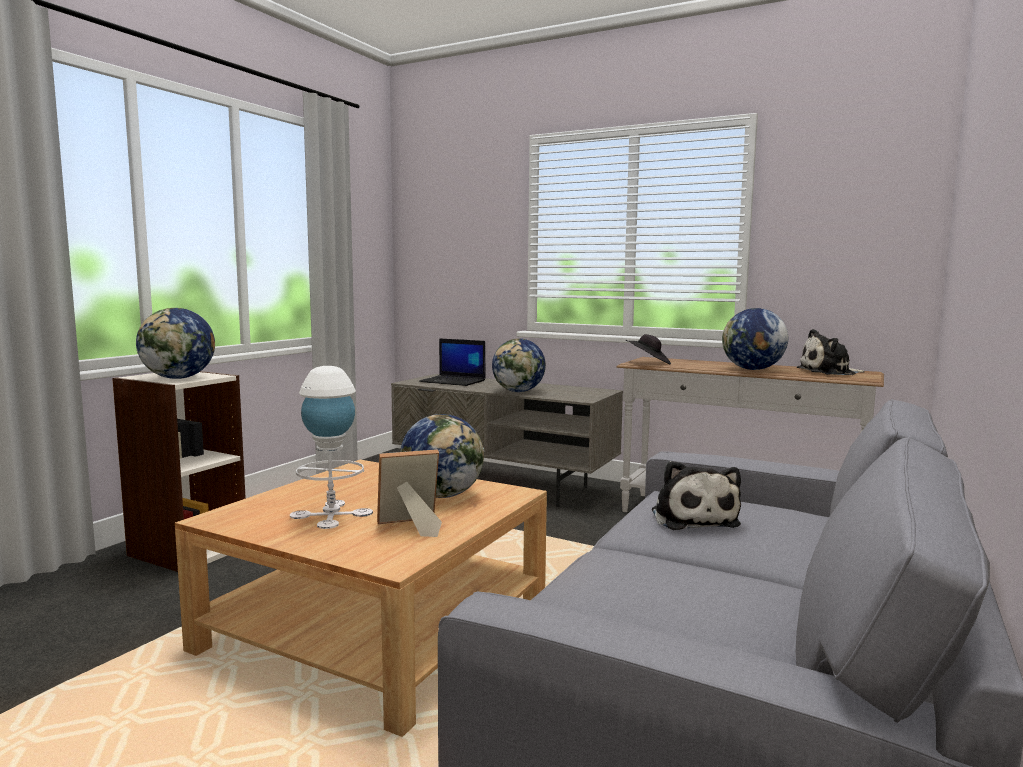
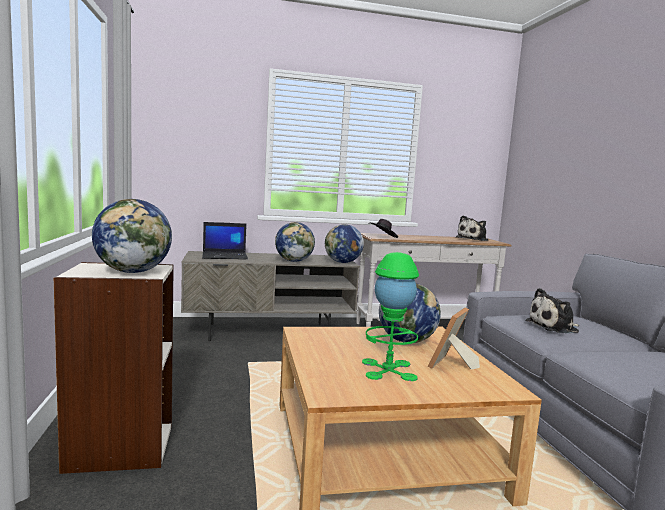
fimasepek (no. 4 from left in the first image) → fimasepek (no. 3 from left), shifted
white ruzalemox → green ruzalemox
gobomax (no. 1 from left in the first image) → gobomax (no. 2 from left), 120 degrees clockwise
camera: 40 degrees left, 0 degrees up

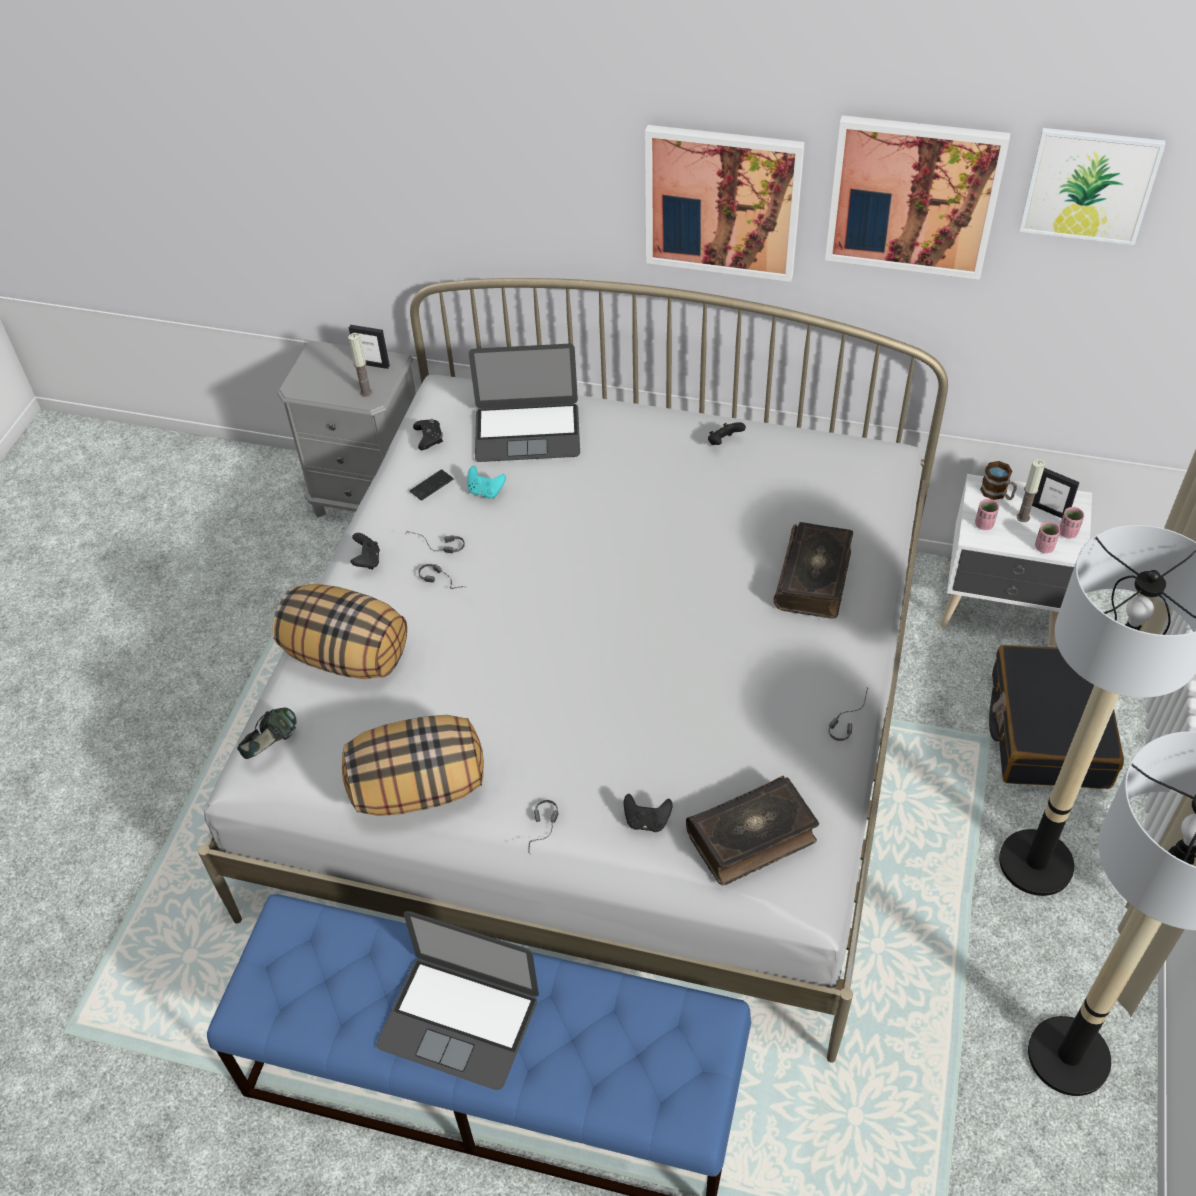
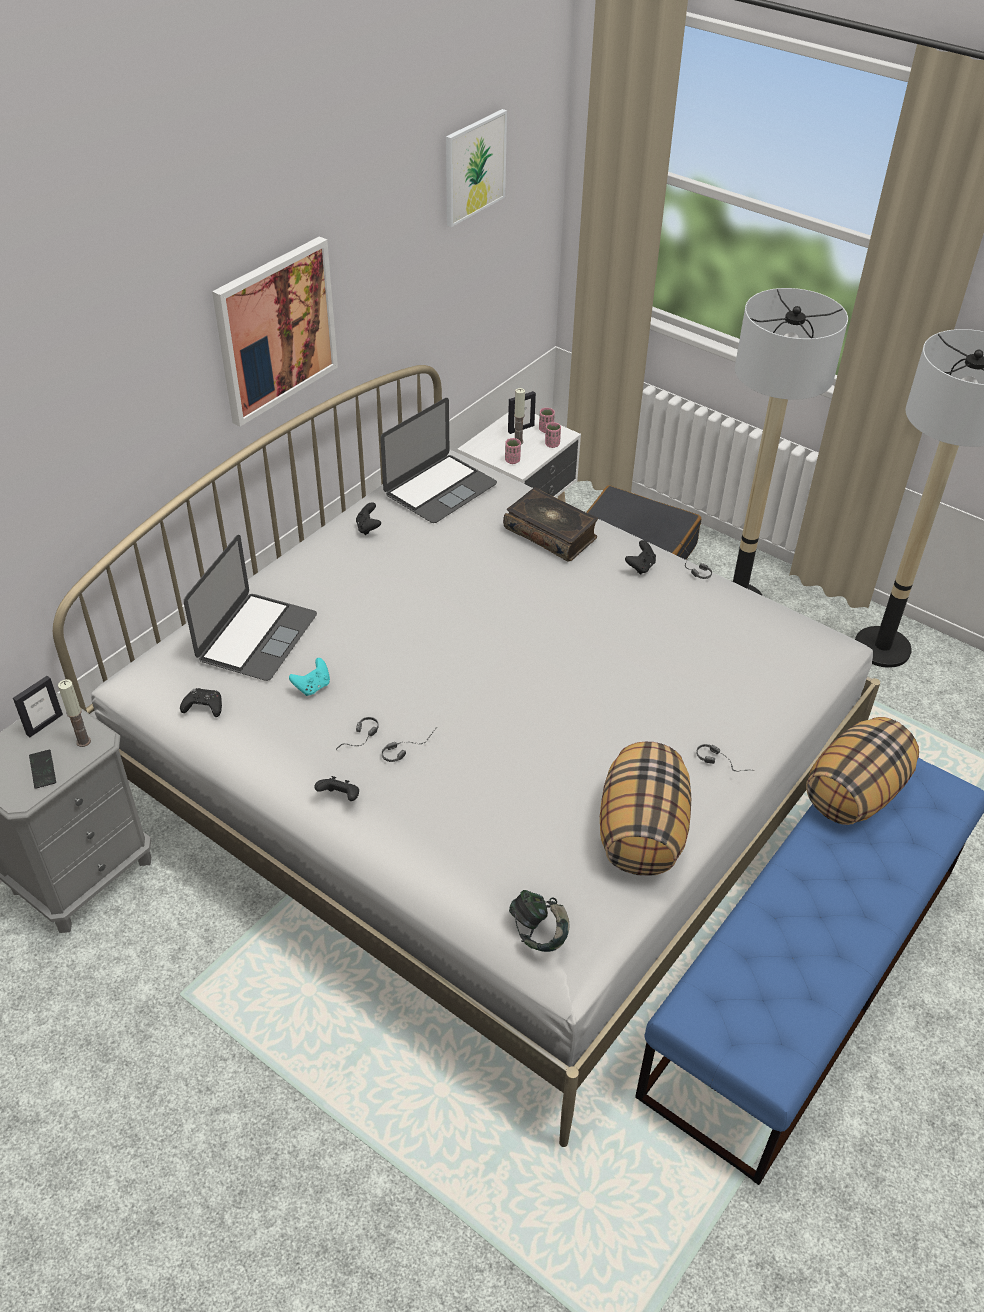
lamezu, shifted
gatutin (no. 1 from left in the first image) → gatutin (no. 2 from left), shifted
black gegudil (no. 3 from left in the first image) → black gegudil (no. 4 from left), shifted
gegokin (no. 1 from left in the first image) → gegokin (no. 2 from left), shifted
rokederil (no. 1 from left) → -
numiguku (no. 2 from left) → -
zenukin → -
camera: 70 degrees left, 5 degrees down

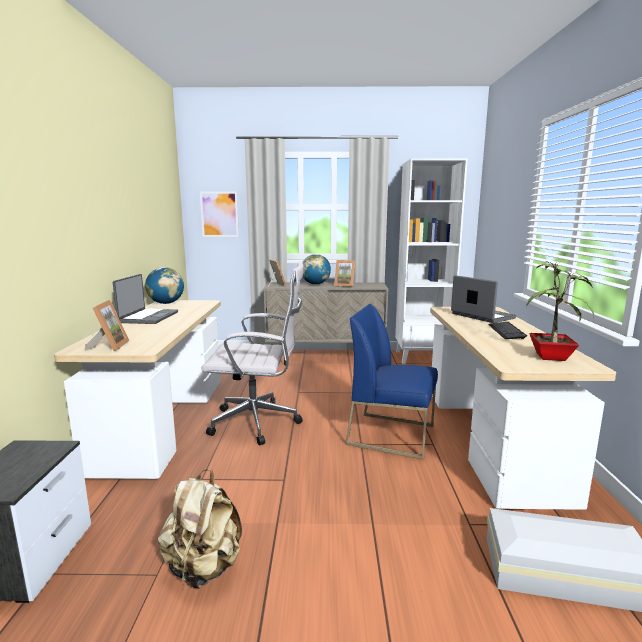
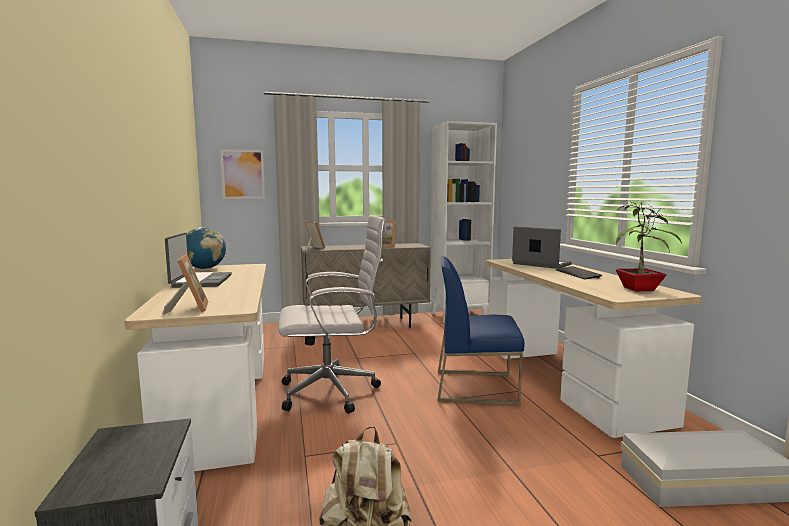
fimasepek (no. 2 from left) → -
camera: 15 degrees left, 5 degrees down

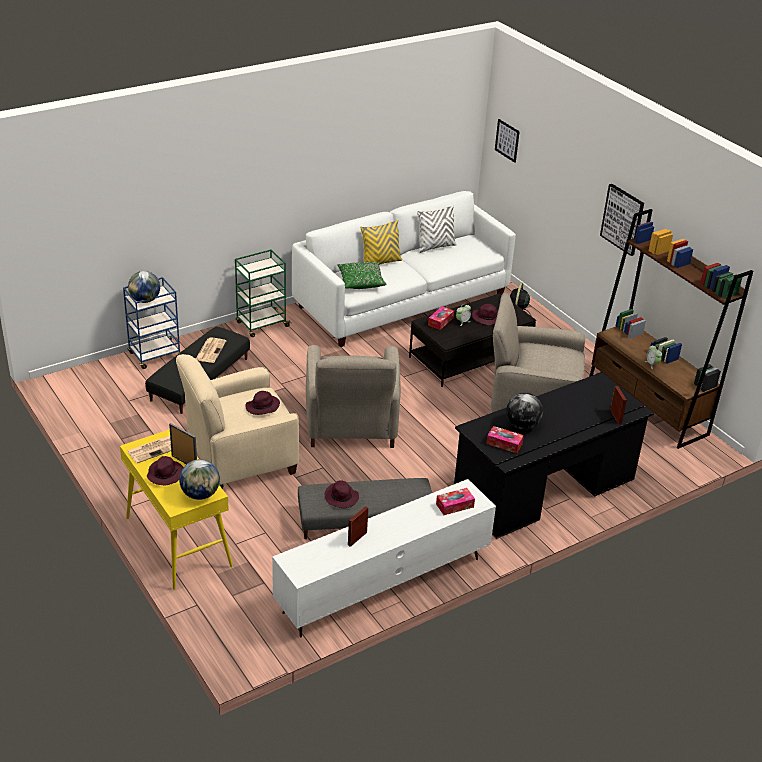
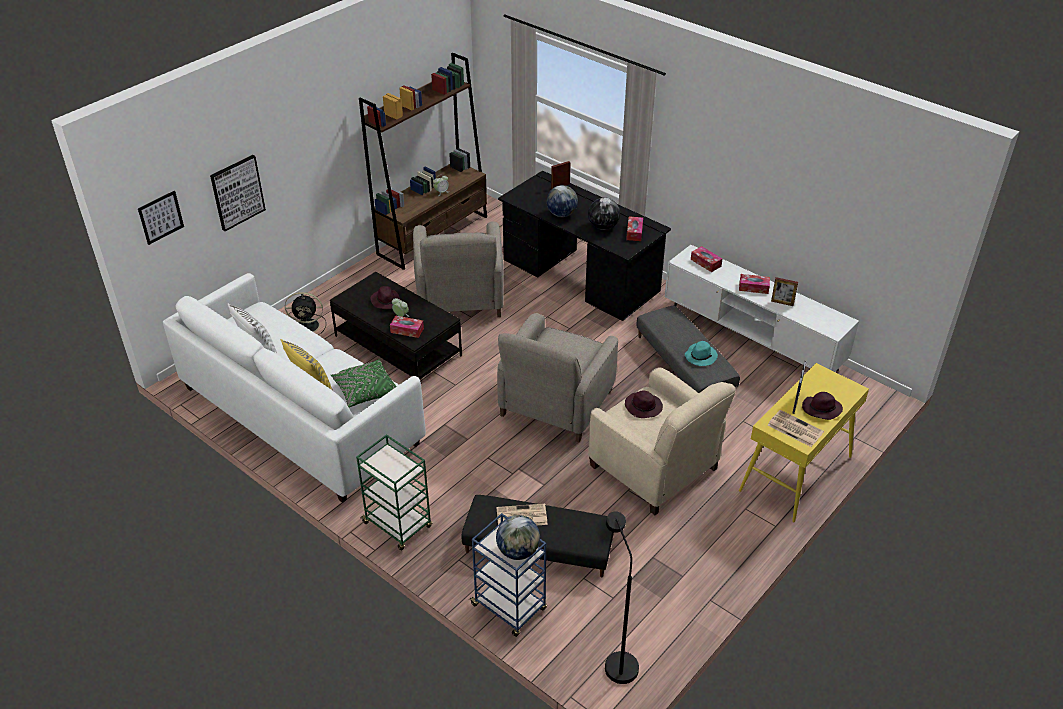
numiguku (no. 2 from left), shifted
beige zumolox (no. 2 from left), 135 degrees clockwise
fimasepek (no. 2 from left), shifted
- → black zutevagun
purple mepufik (no. 3 from left) → turquoise mepufik
- → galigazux (no. 4 from left)
camera: 105 degrees left, 5 degrees up

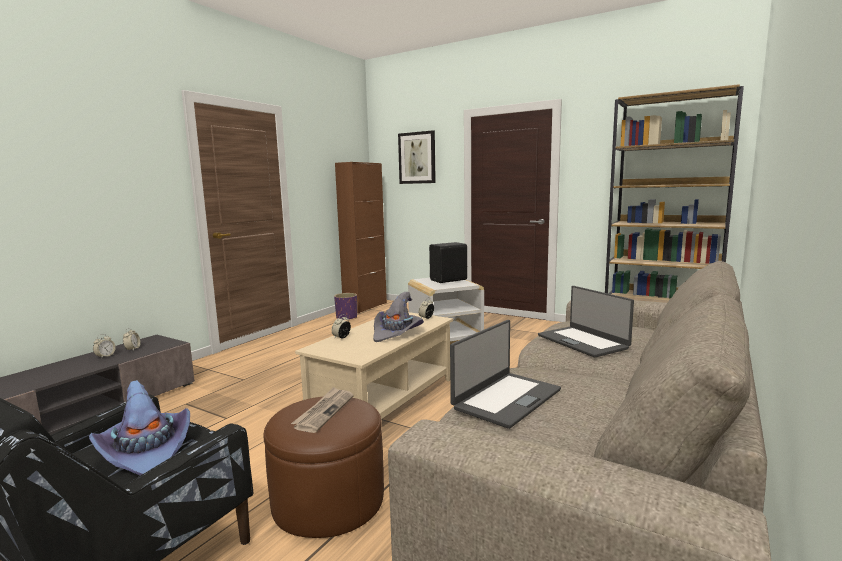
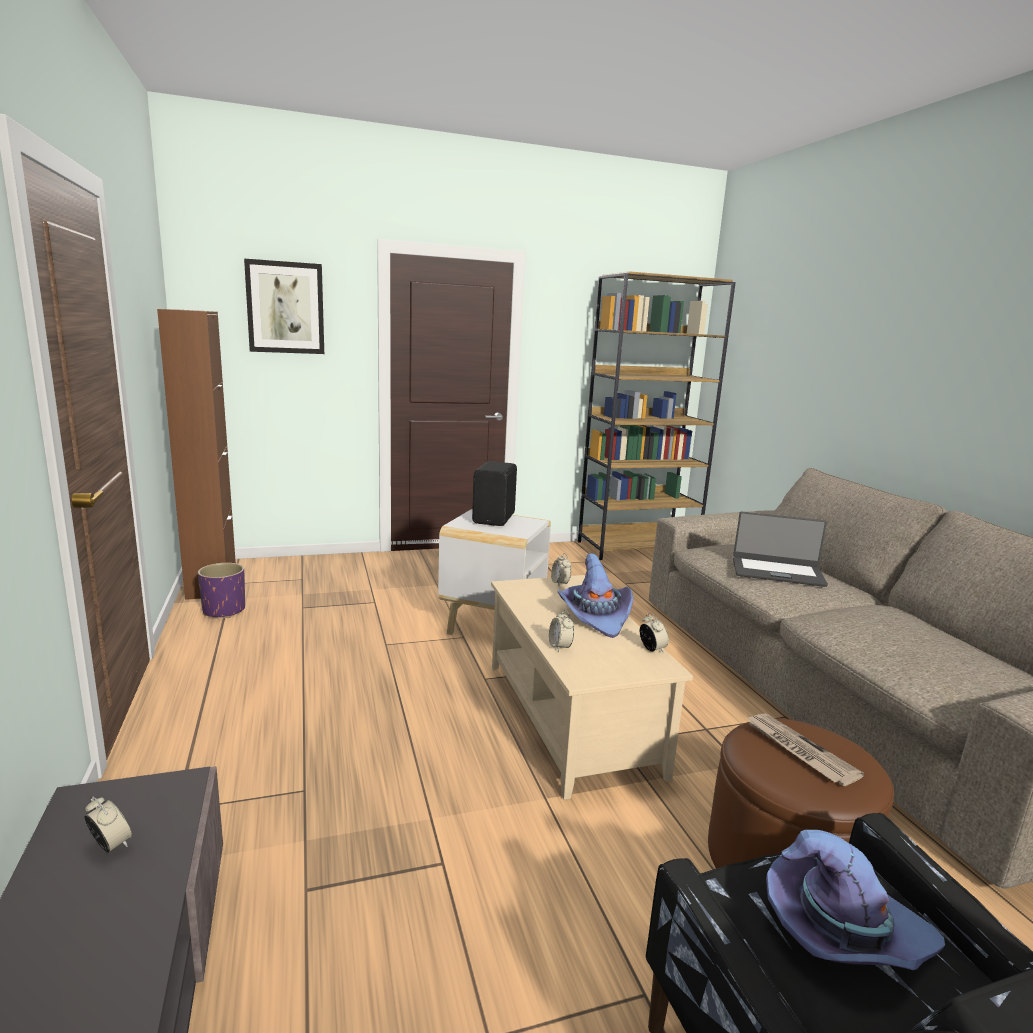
grey mepufik → purple mepufik (no. 1 from left)
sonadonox (no. 1 from left in the first image) → sonadonox (no. 4 from left), shifted
gatutin (no. 1 from left) → -
camera: 50 degrees left, 5 degrees up

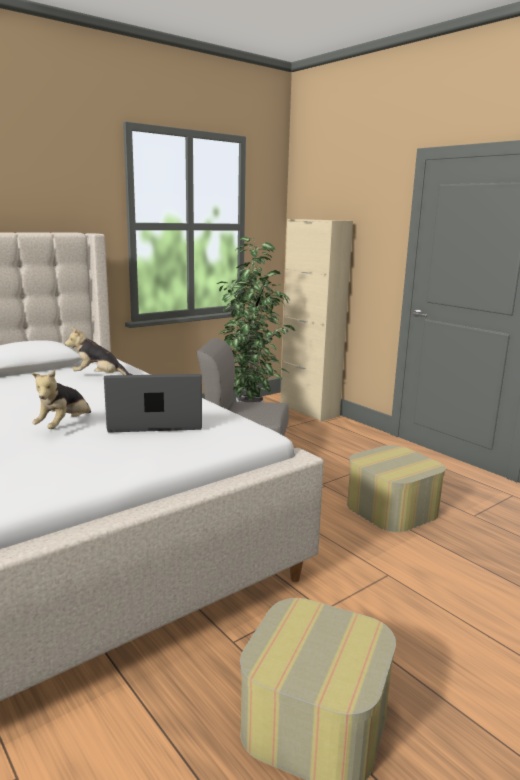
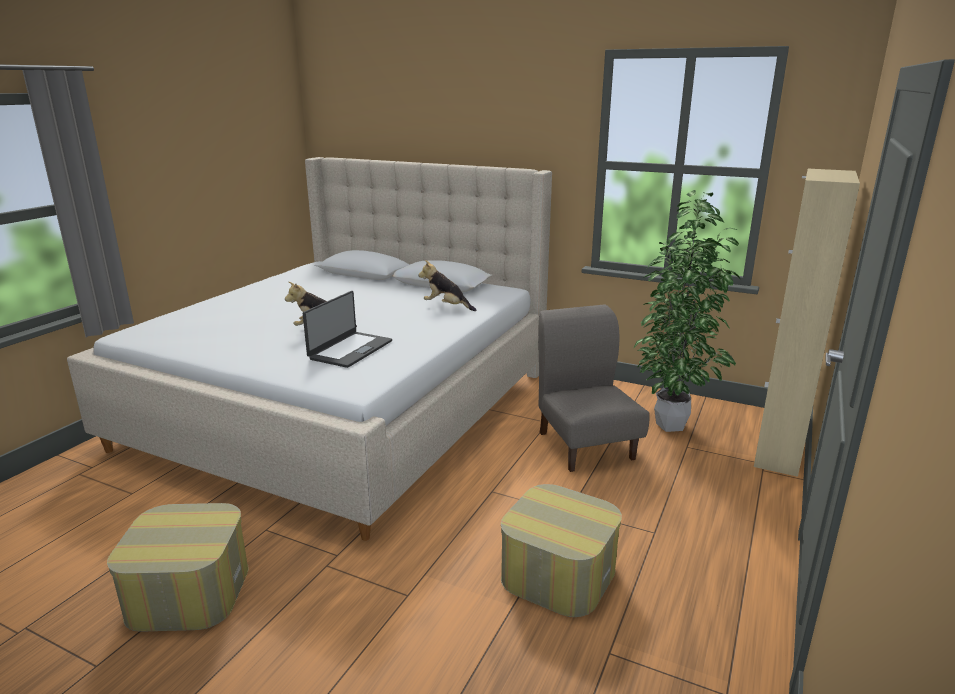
gatutin, 60 degrees clockwise
gobomax (no. 2 from left), 45 degrees counterclockwise
camera: 65 degrees right, 5 degrees up

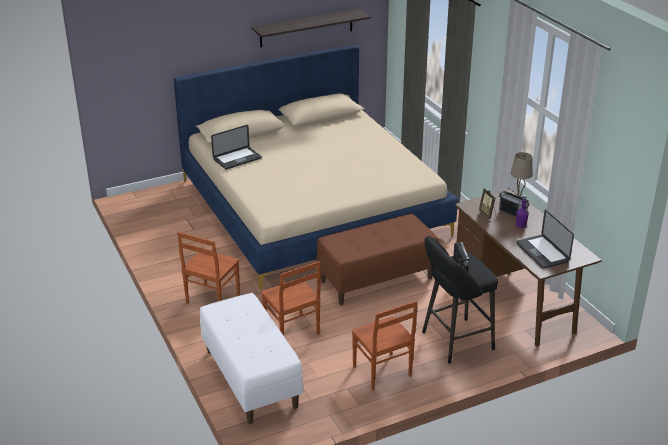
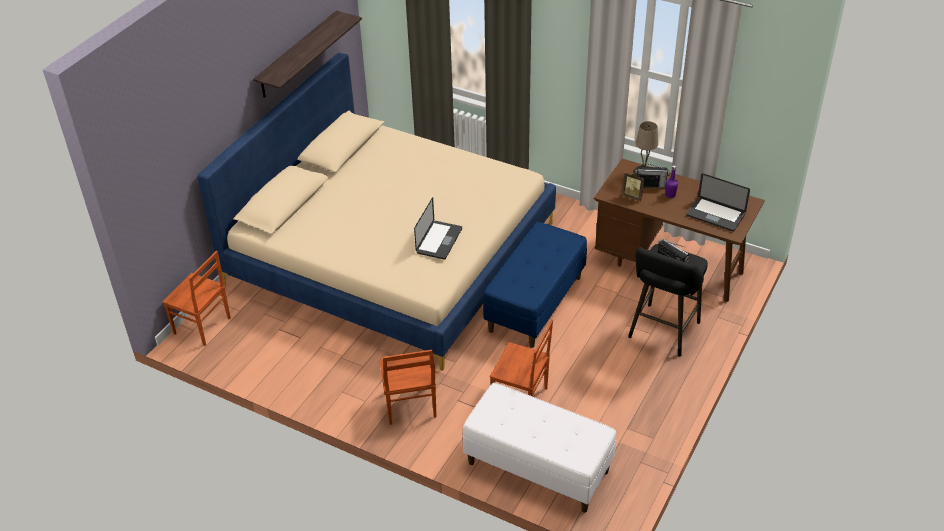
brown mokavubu (no. 3 from left in the first image) → brown mokavubu (no. 1 from left), shifted
gatutin (no. 1 from left), shifted
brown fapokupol → blue fapokupol
camera: 35 degrees left, 10 degrees up

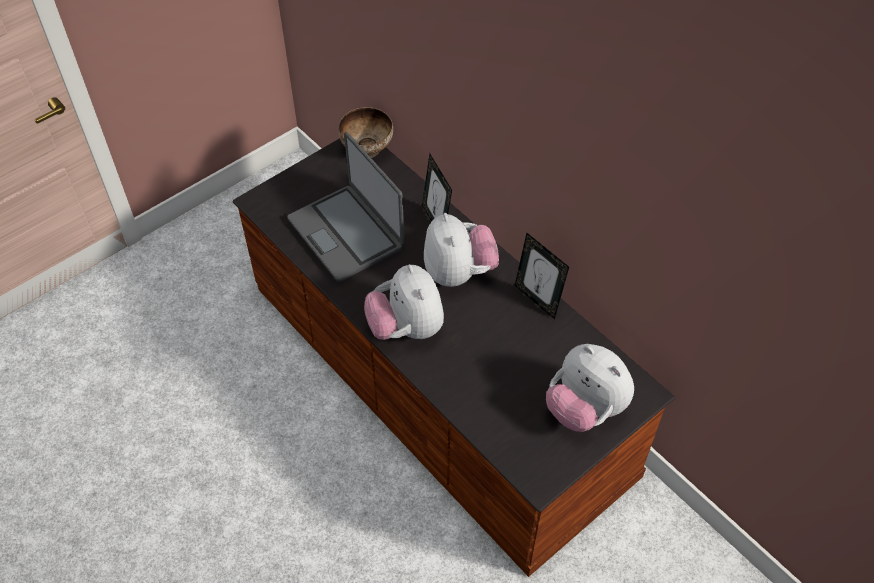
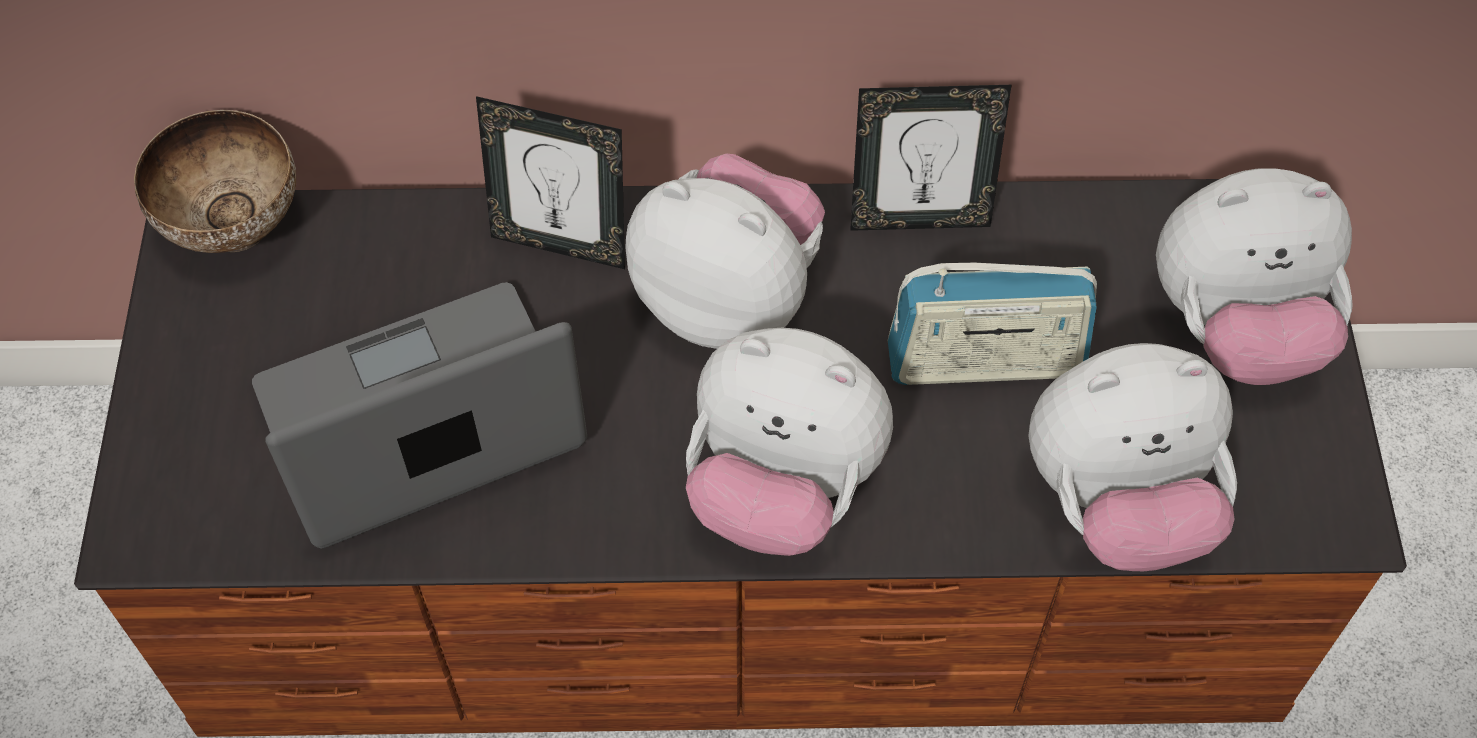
gatutin, 150 degrees clockwise
- → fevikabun
- → gobomax (no. 3 from left)
camera: 50 degrees left, 5 degrees up

